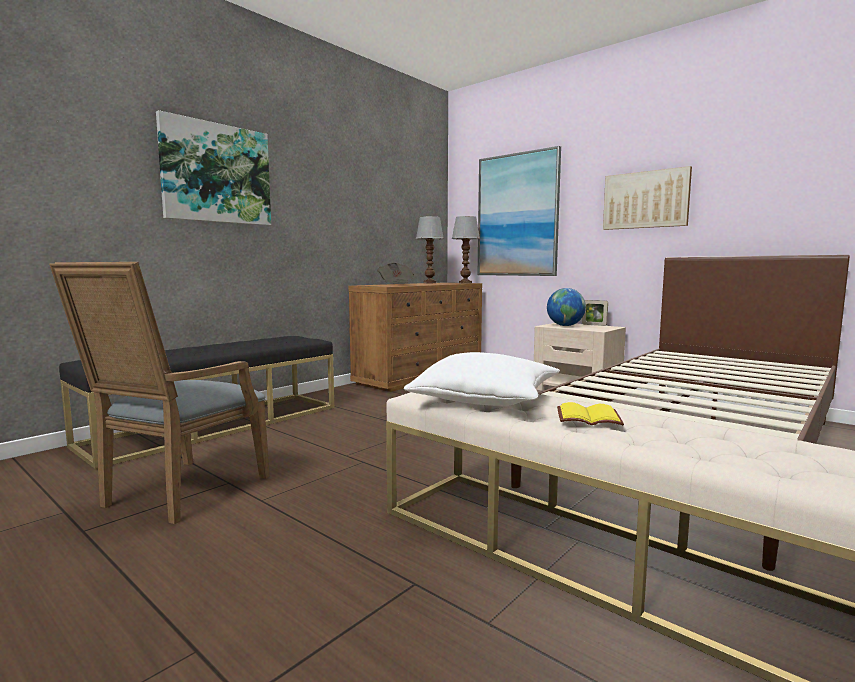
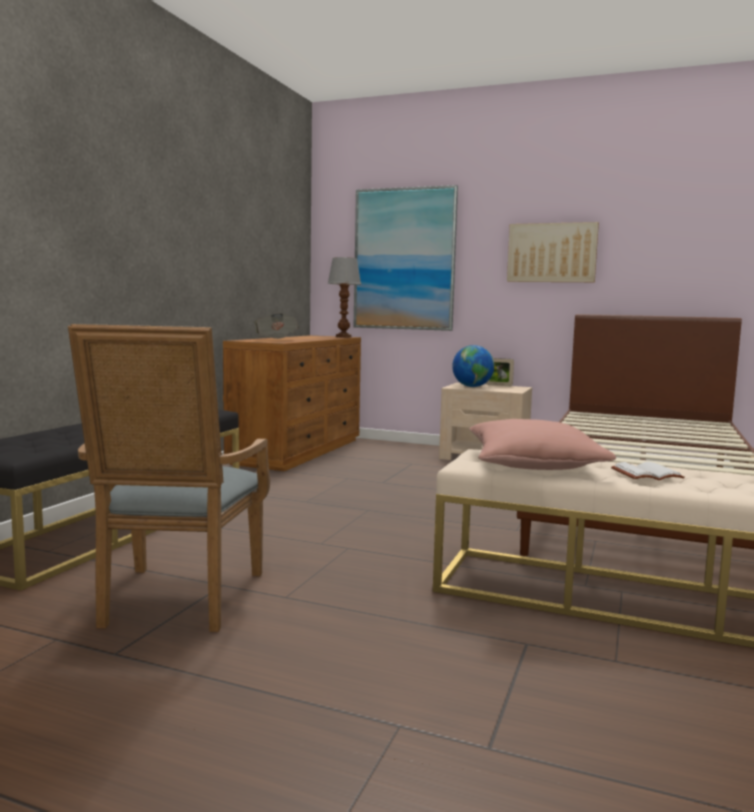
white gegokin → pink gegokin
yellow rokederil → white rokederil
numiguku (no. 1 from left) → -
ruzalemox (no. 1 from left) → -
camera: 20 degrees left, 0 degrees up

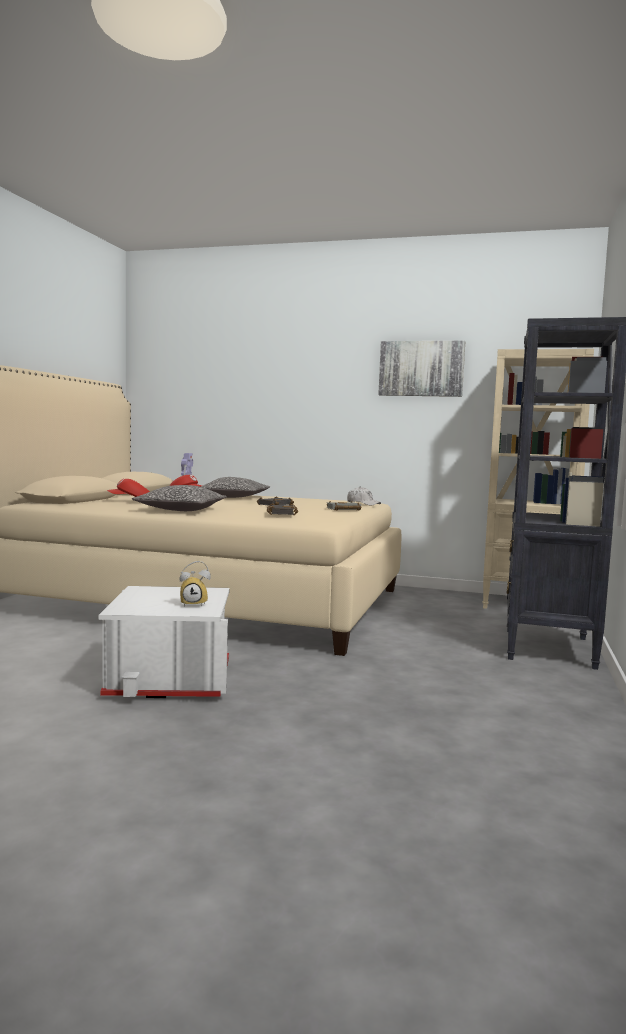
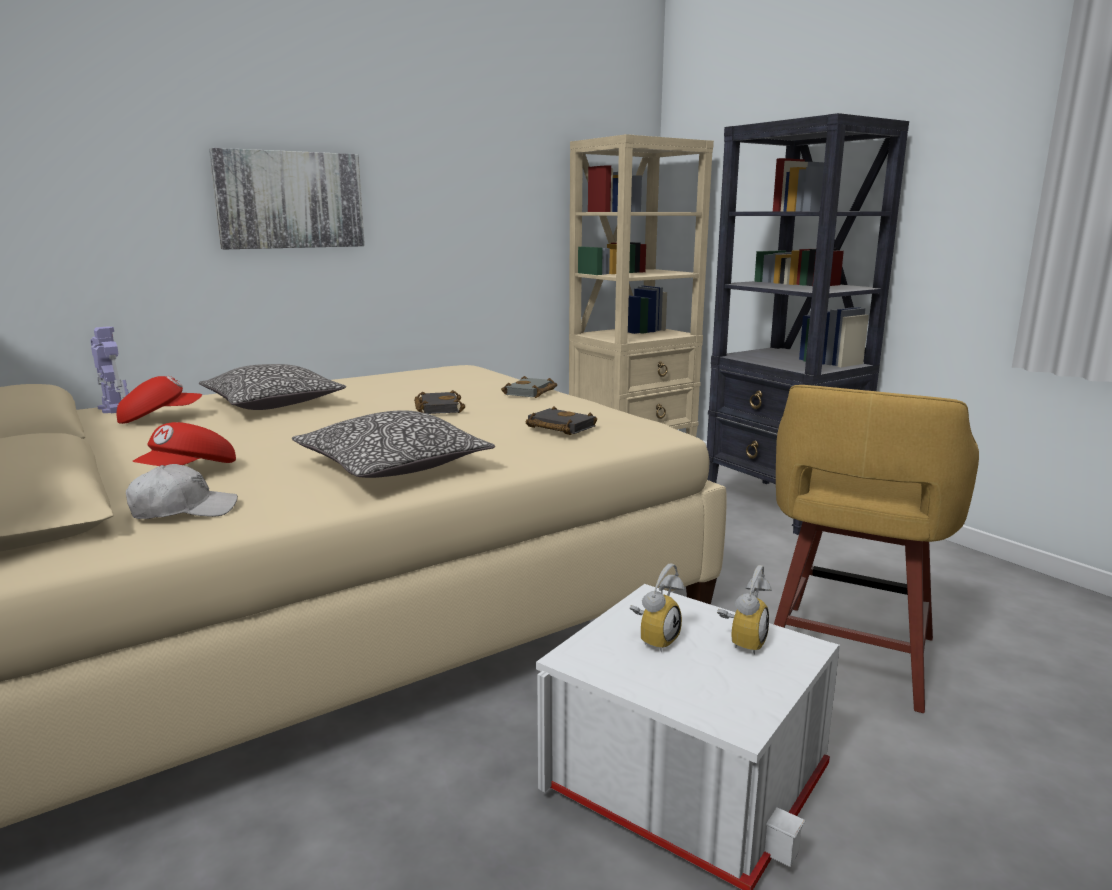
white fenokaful, shifted
numiguku, shifted
- → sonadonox (no. 1 from left)
- → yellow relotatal
camera: 50 degrees left, 10 degrees up

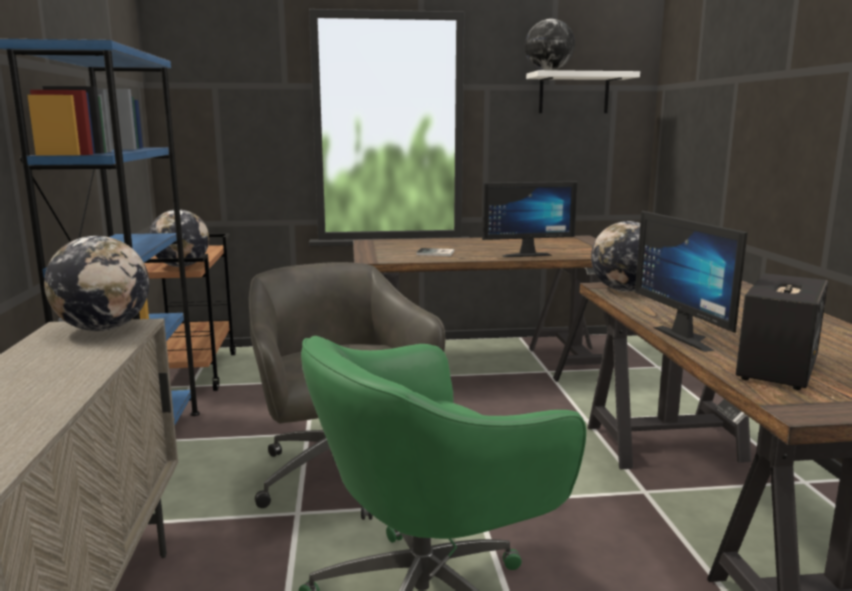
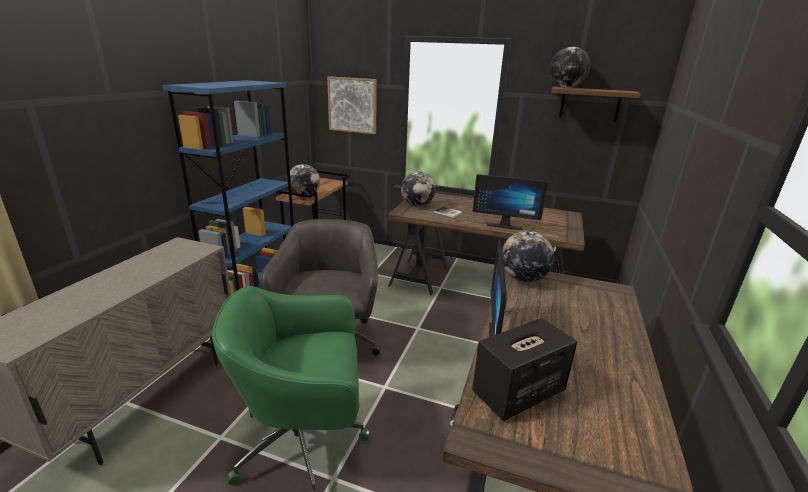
- → numiguku
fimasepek (no. 1 from left in the first image) → fimasepek (no. 2 from left), shifted
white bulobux → brown bulobux
camera: 25 degrees right, 10 degrees up

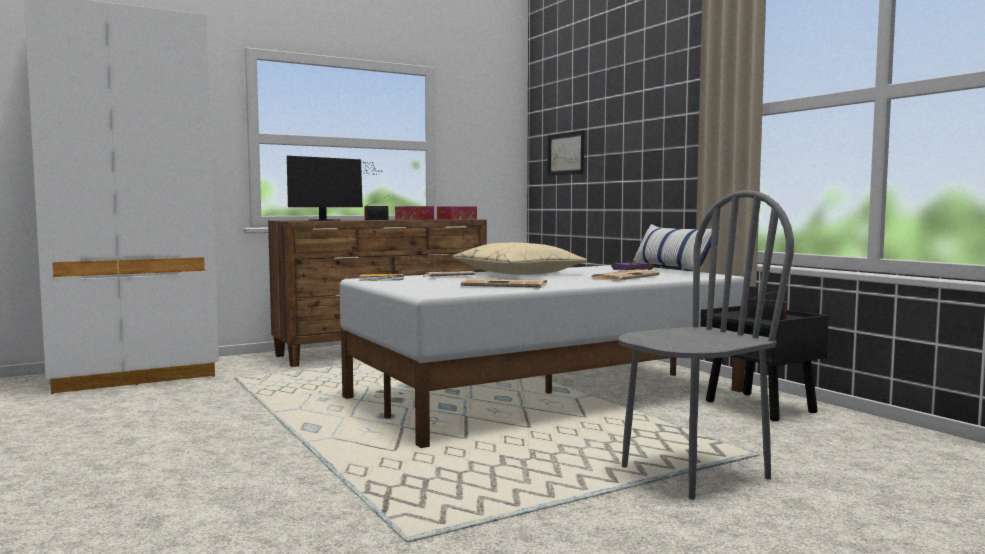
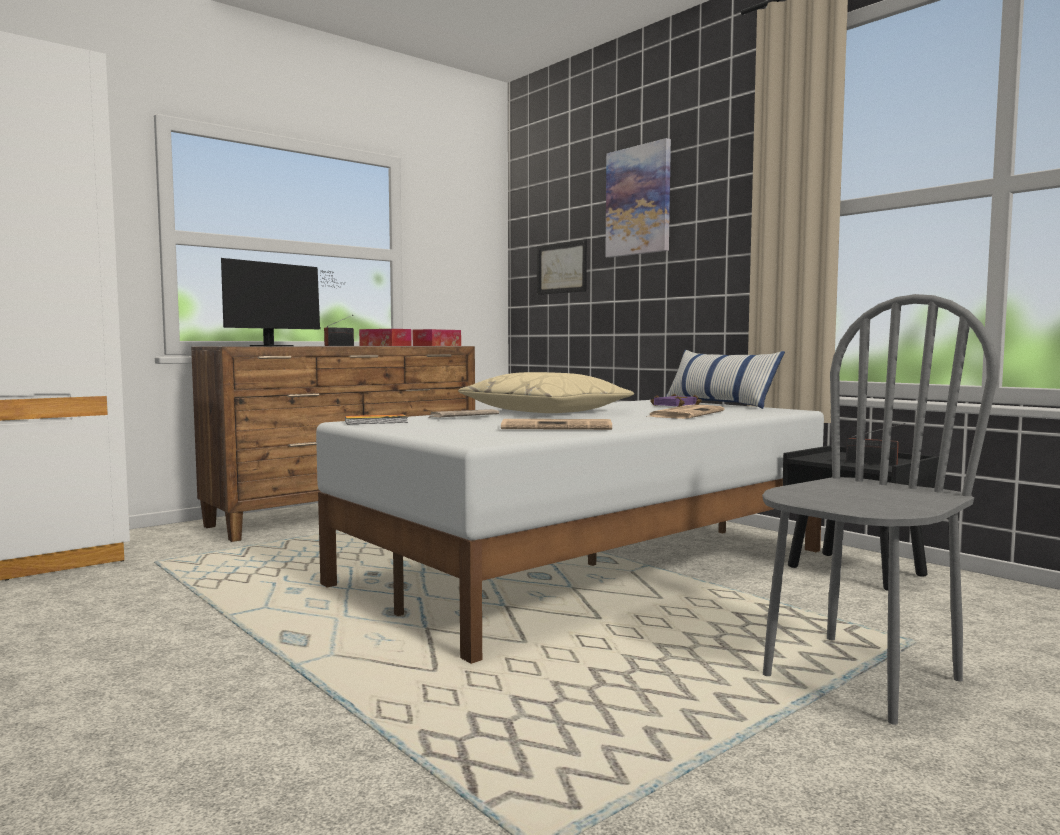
- → numiguku (no. 2 from left)
camera: 10 degrees left, 0 degrees up

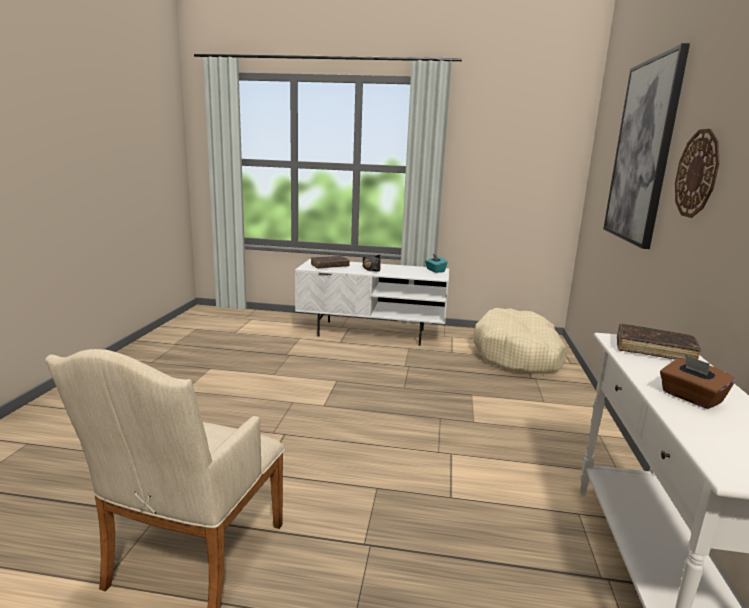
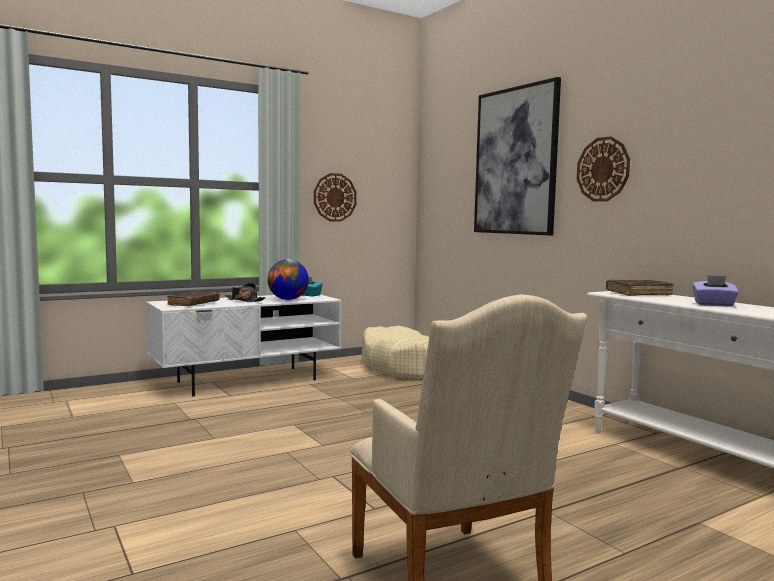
- → fimasepek
- → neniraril (no. 1 from left)
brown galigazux → purple galigazux
camera: 40 degrees left, 10 degrees down

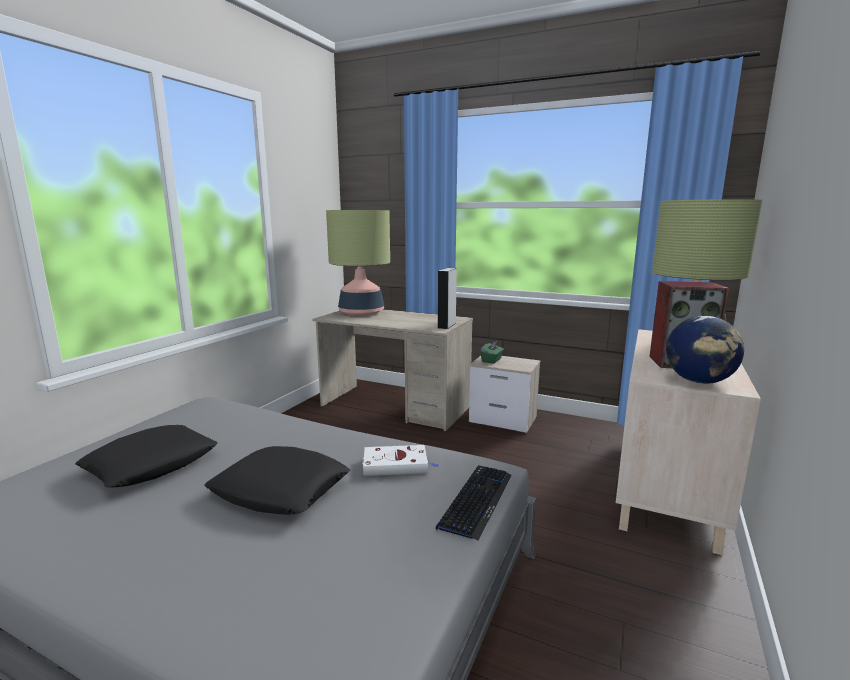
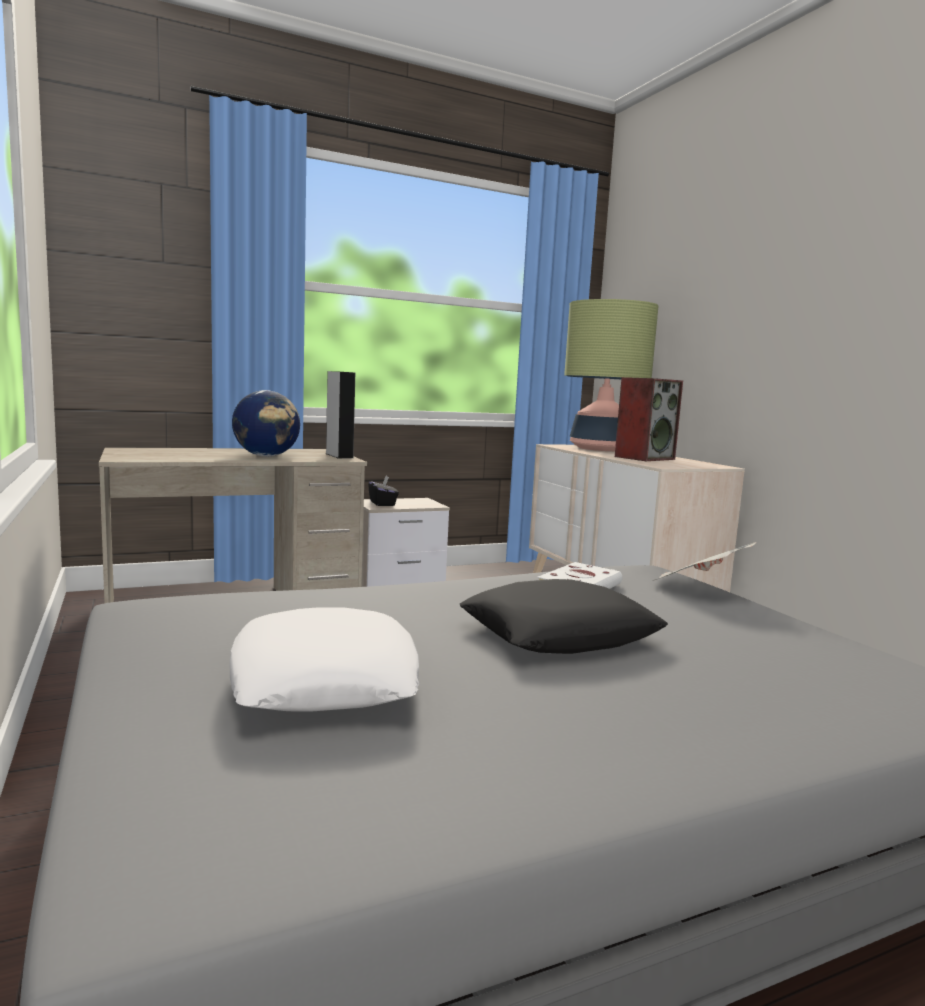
black gegokin (no. 1 from left) → white gegokin
fimasepek, shifted
green galigazux → black galigazux
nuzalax → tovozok
ruzalemox (no. 1 from left) → -
camera: 50 degrees left, 5 degrees down

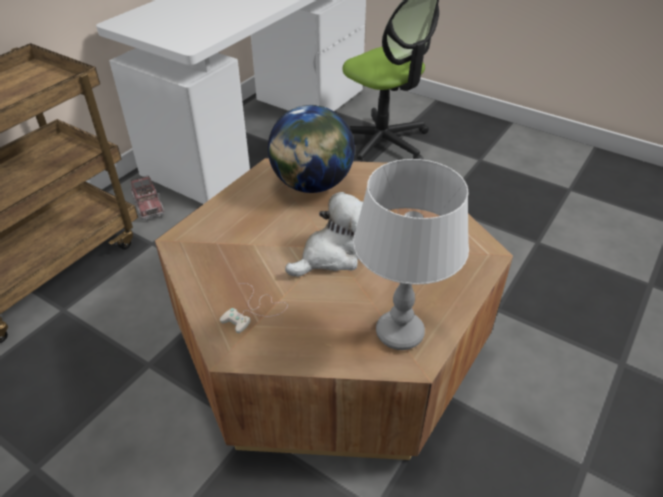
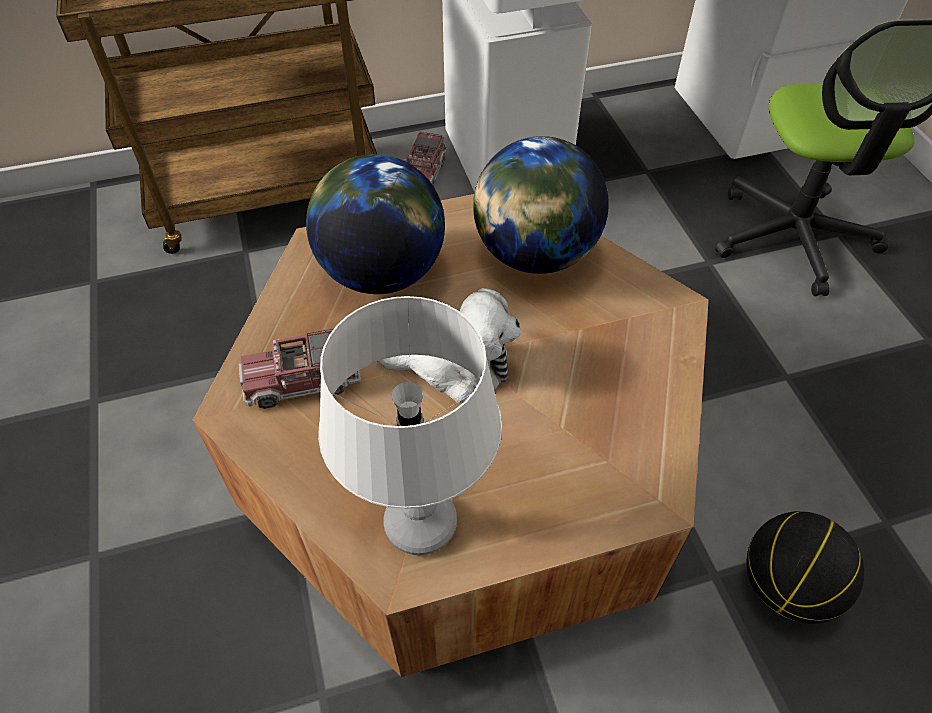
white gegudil → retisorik (no. 1 from left)
- → fimasepek (no. 1 from left)
- → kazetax
camera: 40 degrees right, 10 degrees up

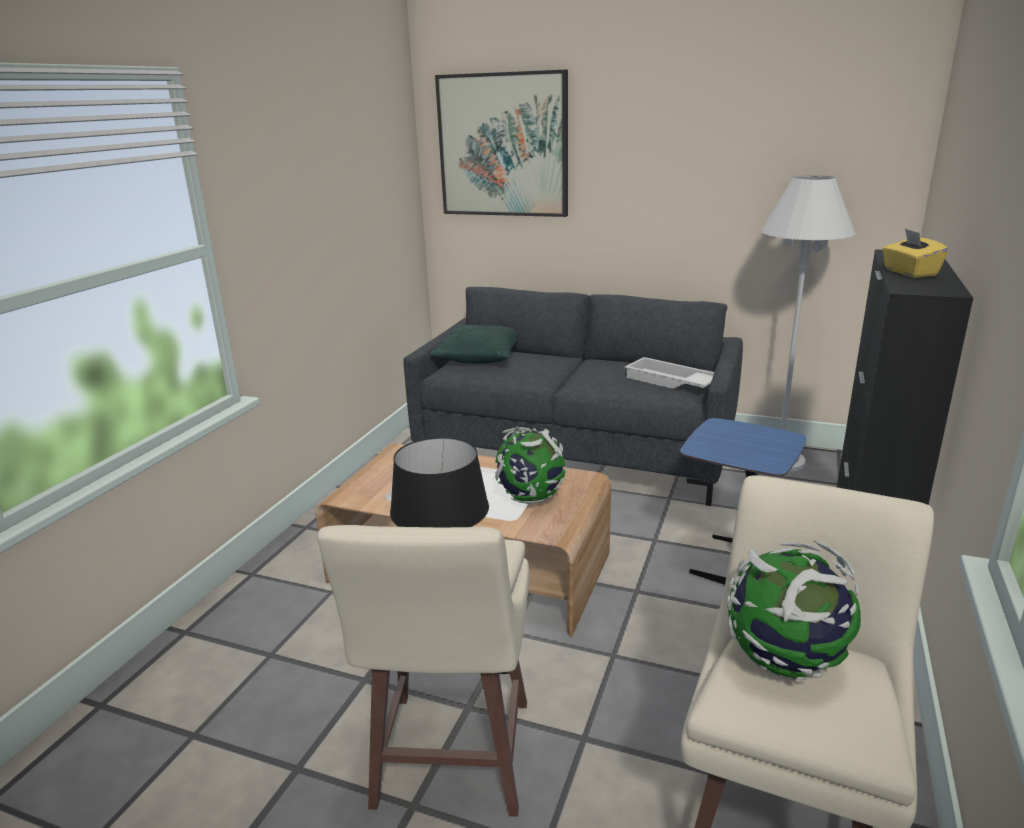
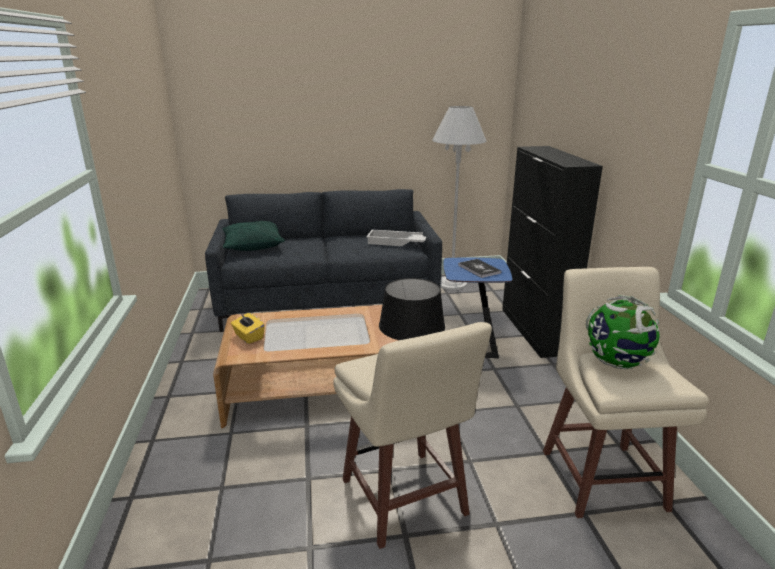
yellow galigazux, shifted
- → rokederil
numiguku → -
fimasepek (no. 1 from left) → -
camera: 30 degrees left, 0 degrees up

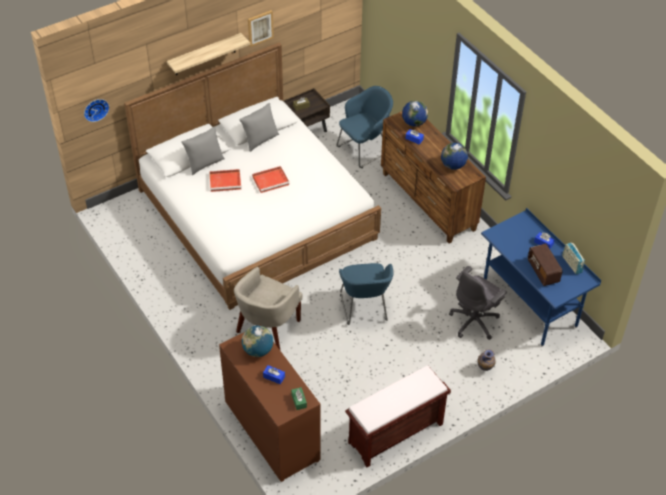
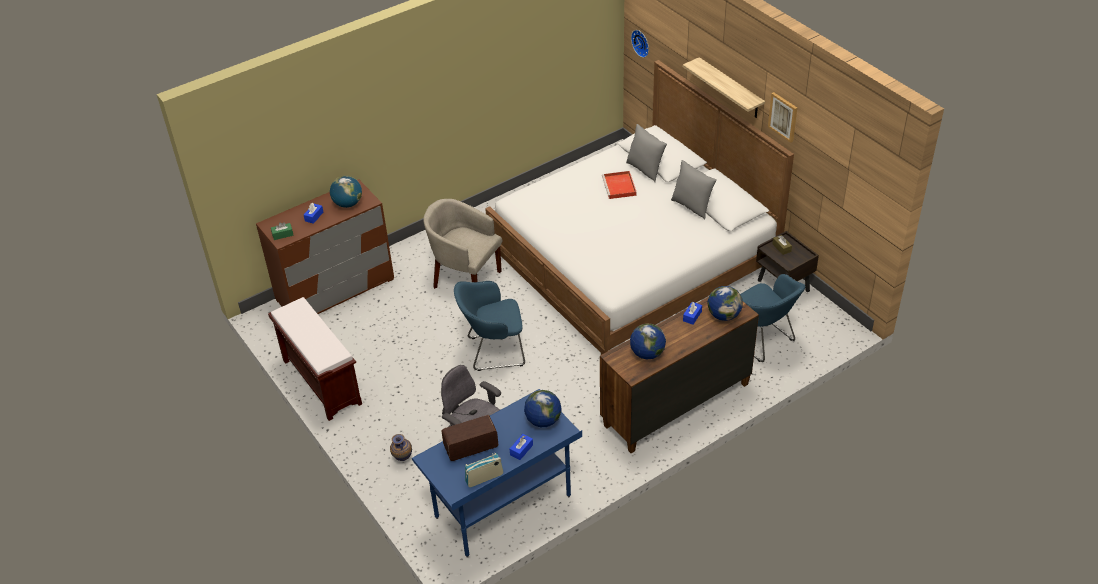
- → fimasepek (no. 2 from left)
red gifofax (no. 2 from left) → -
camera: 90 degrees right, 5 degrees down

